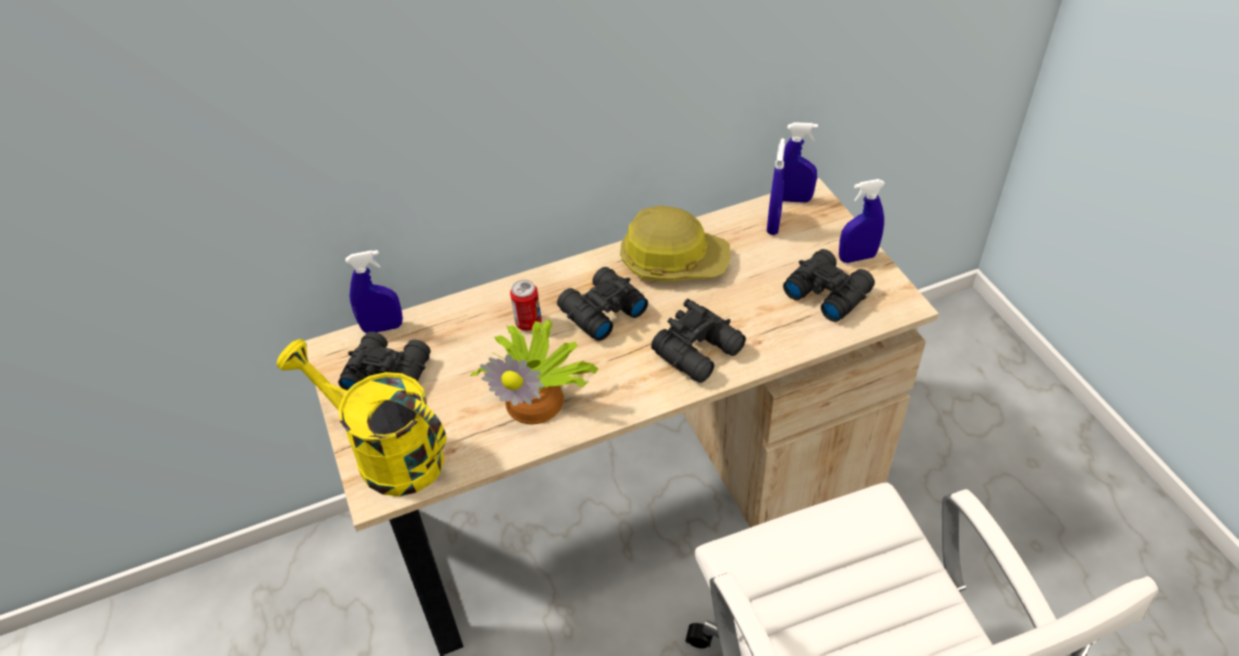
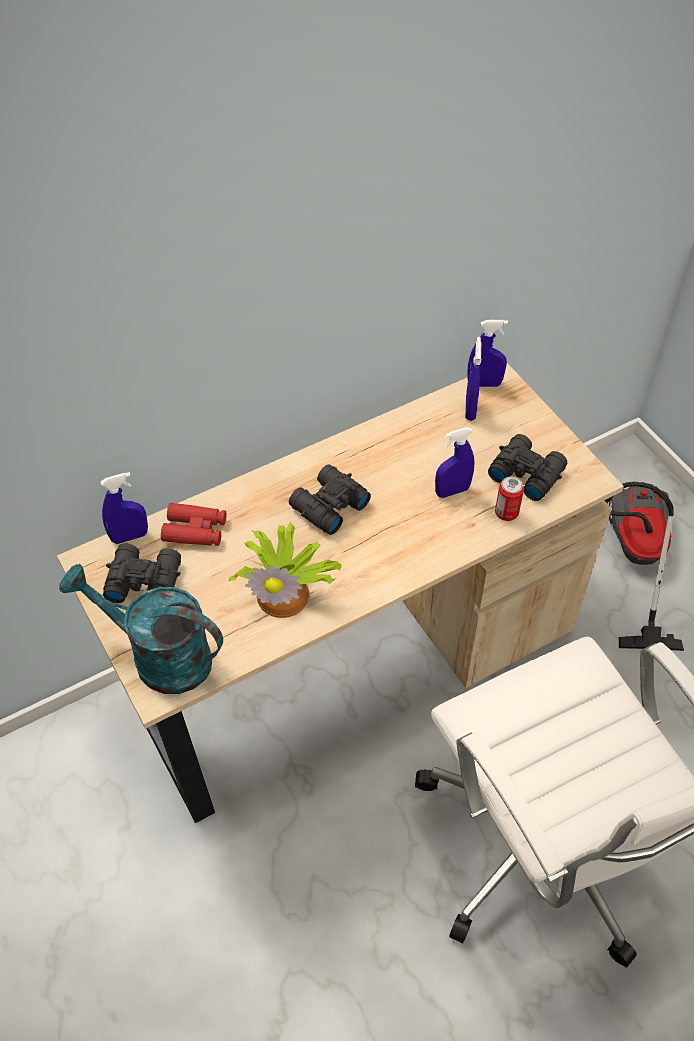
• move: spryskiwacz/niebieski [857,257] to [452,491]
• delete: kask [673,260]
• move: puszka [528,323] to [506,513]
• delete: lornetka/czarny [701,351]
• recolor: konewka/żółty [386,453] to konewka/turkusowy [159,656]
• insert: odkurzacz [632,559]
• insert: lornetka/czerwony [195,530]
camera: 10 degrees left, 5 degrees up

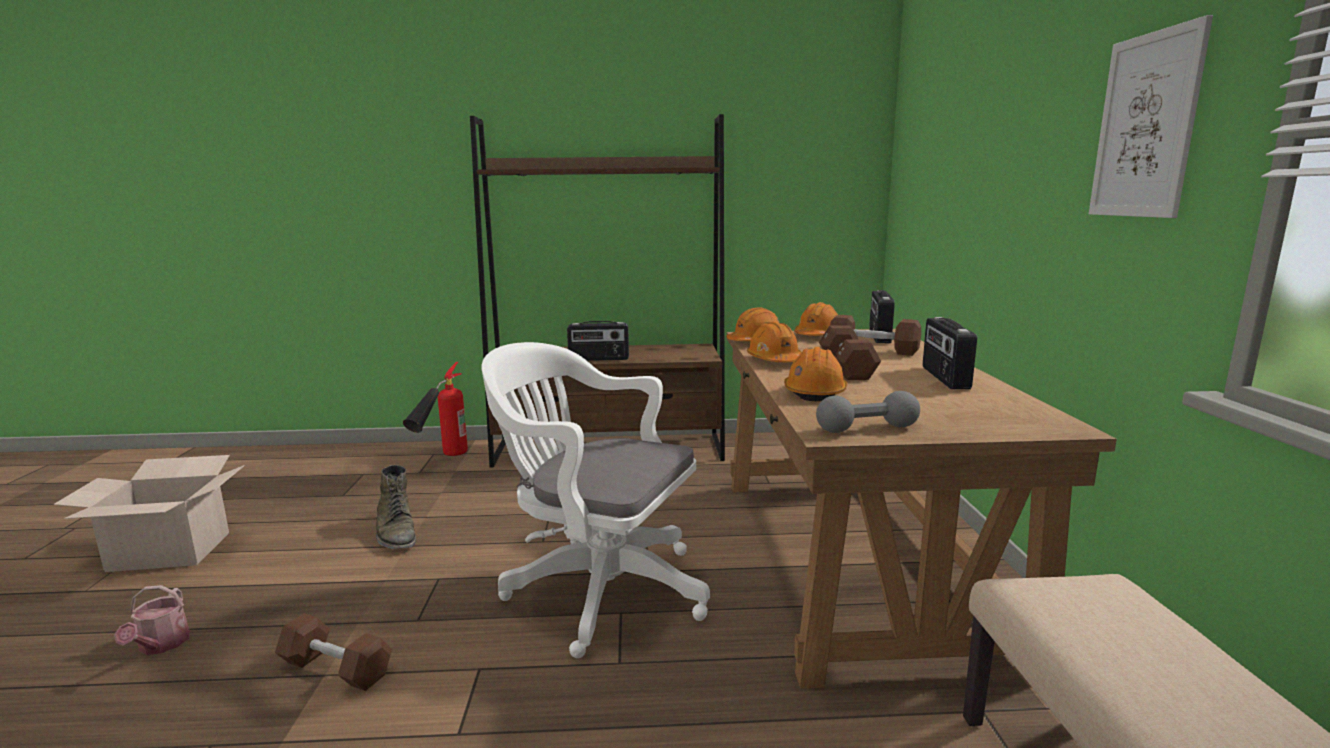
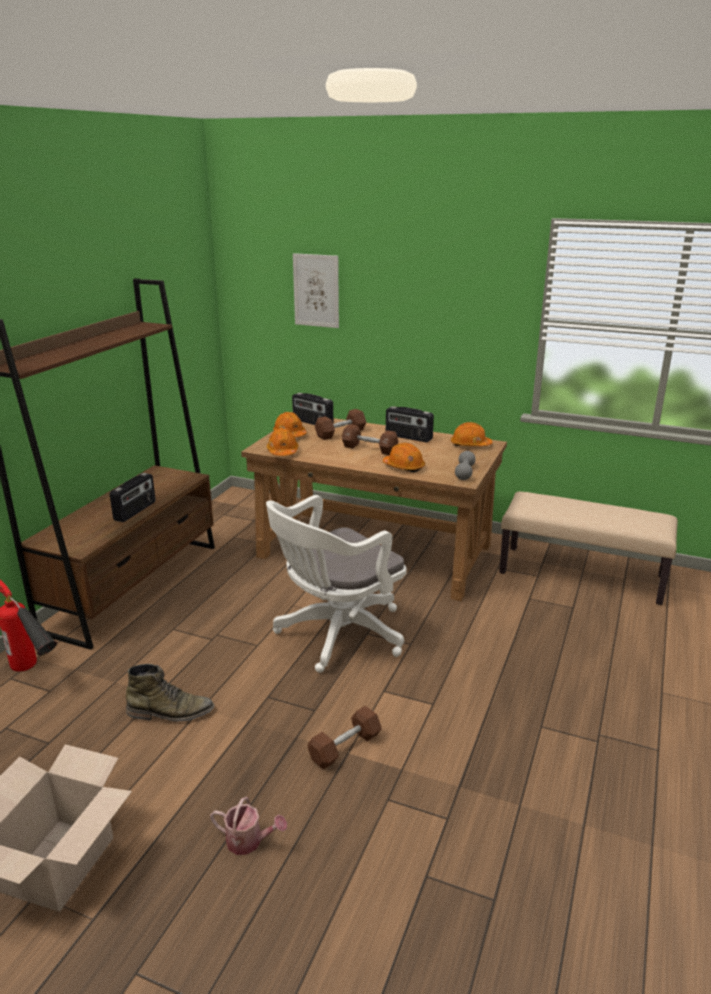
• move: obraz [1146,126] to [316,290]
• move: kask/pomarańczowy [775,361] to [470,445]
camera: 65 degrees left, 10 degrees up

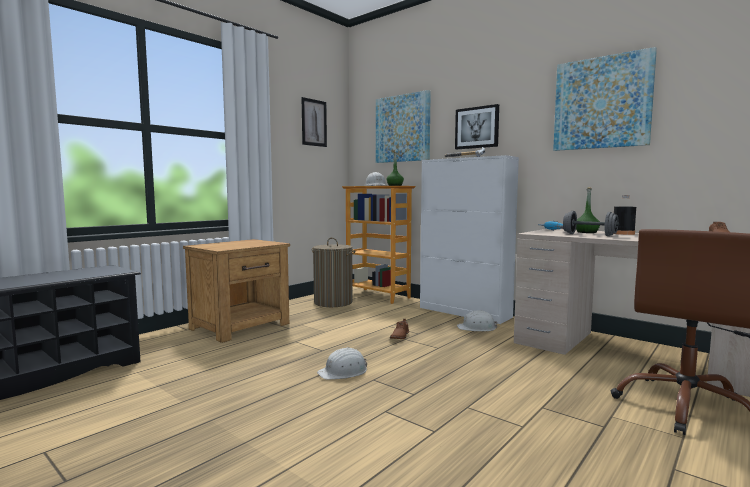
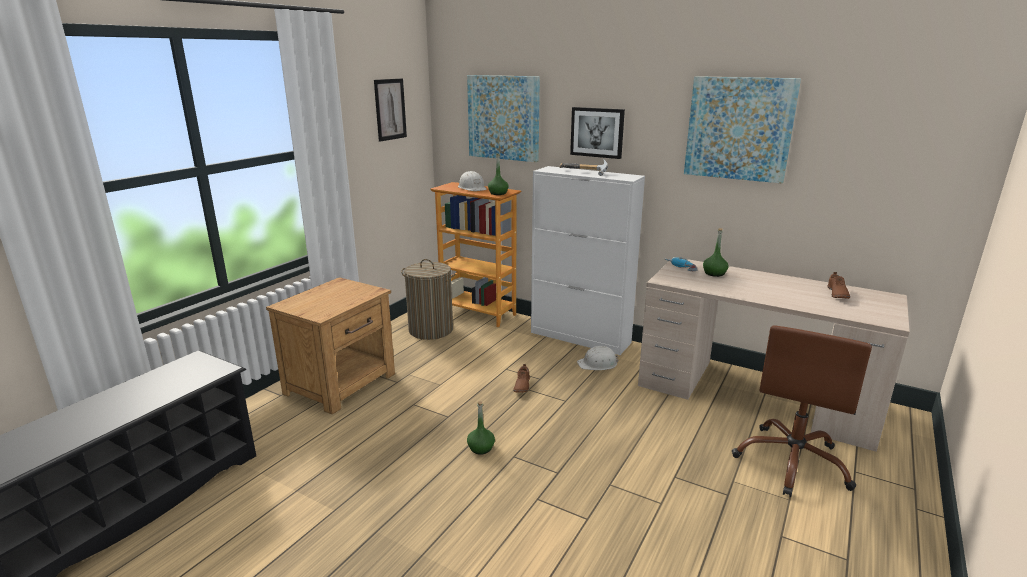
• delete: butelka/czarny [623,233]
• delete: hantel/szary [589,235]
• replace: kask/biały [343,372] to butelka/zielony [481,448]
camera: 10 degrees left, 15 degrees up

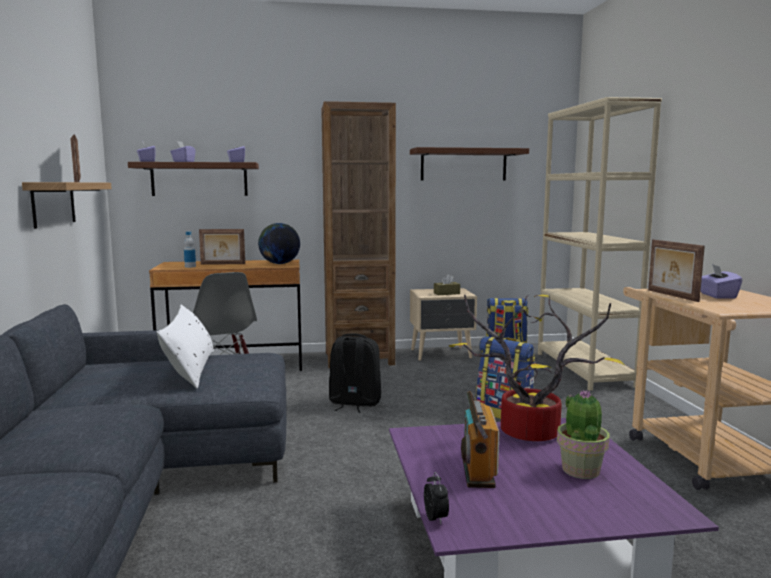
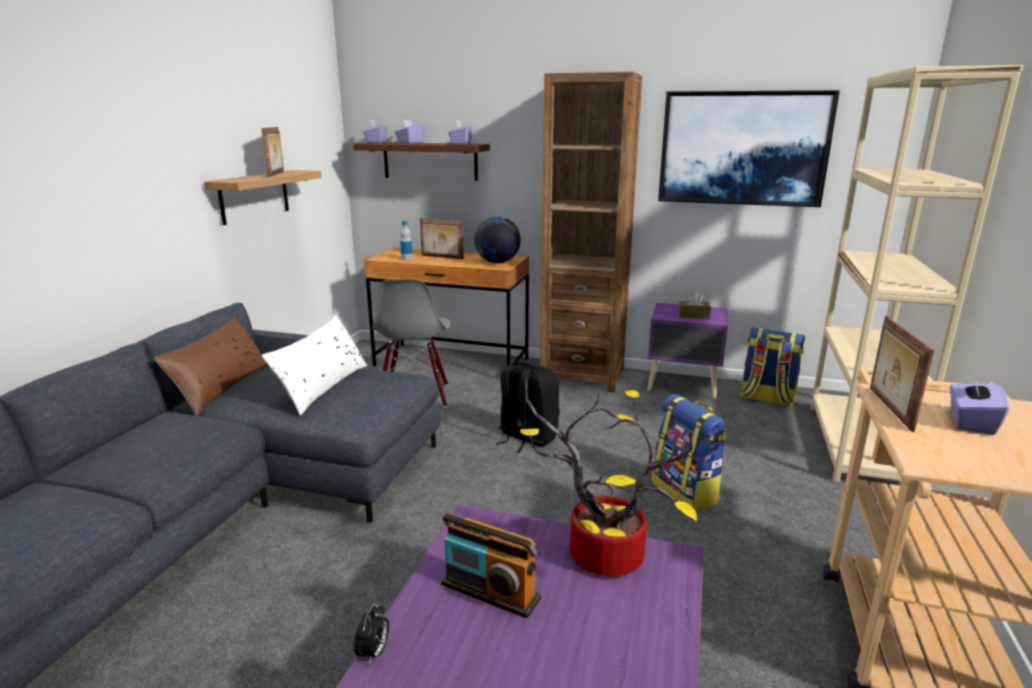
• replace: półka/brązowy [463,165] to obraz [743,148]
• recolor: szafka nocna/beżowy [442,354] to szafka nocna/fioletowy [683,386]
• delete: roślina doniczkowa [581,470]
• rotate: radio [476,467] = [490,591] 90 degrees counterclockwise
• insert: poduszka/brązowy [221,387]
camera: 25 degrees right, 10 degrees up

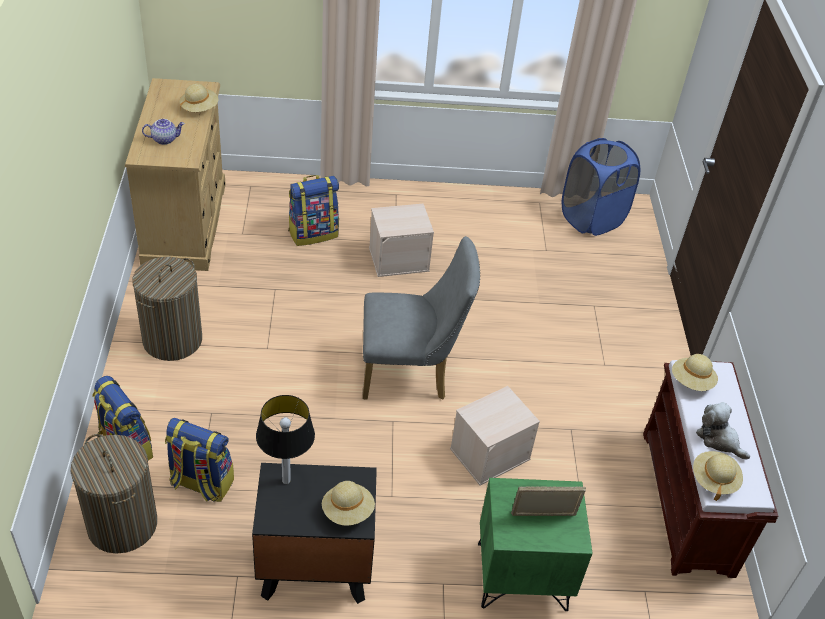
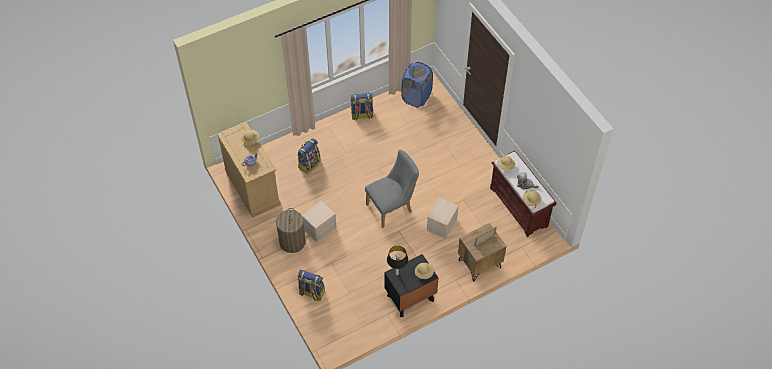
• move: pojemnik do przechowywania/beżowy [399,258] to [319,227]
• move: plecak [201,483] to [362,115]
• delete: kosz na pranie [122,524]
• recolor: szafka nocna/zielony [521,577] to szafka nocna/brązowy [479,264]
camera: 25 degrees left, 10 degrees up

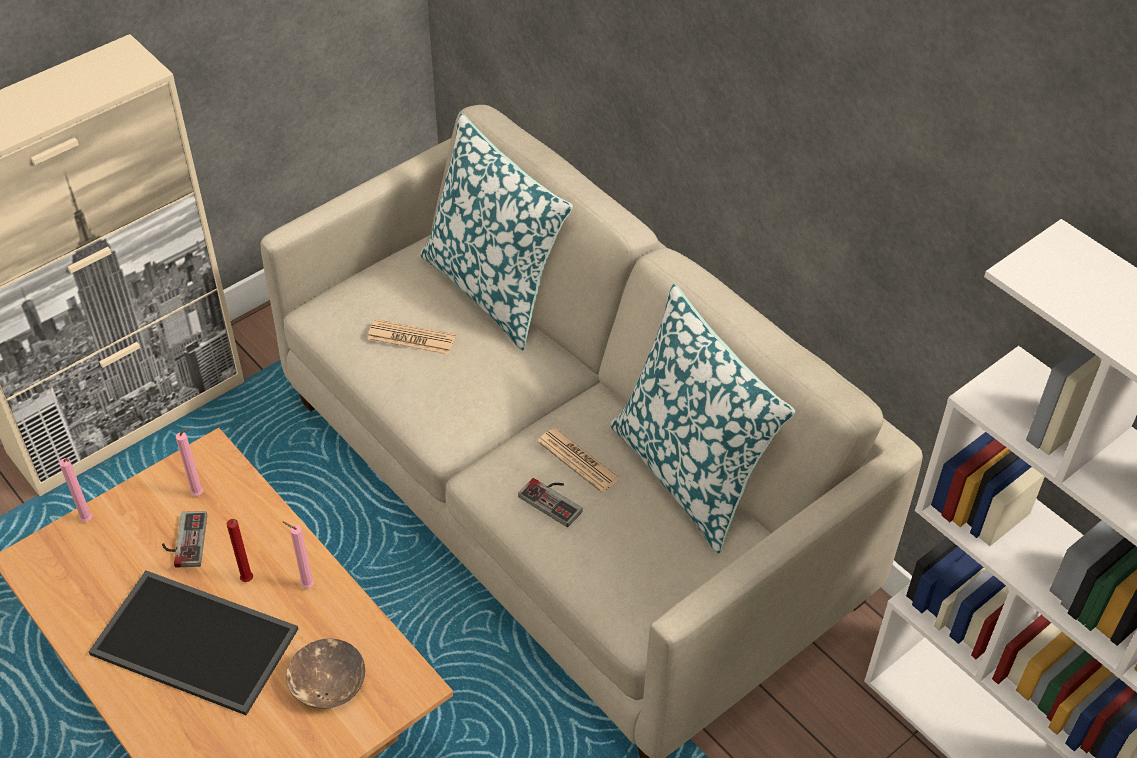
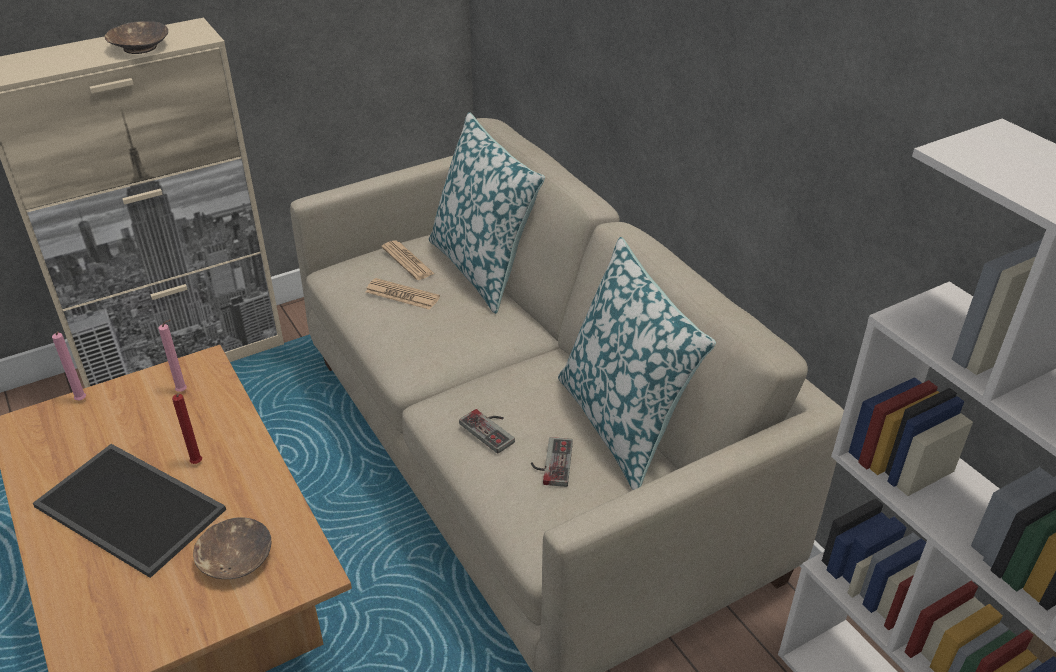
• move: gazeta [578,460] to [407,261]
• move: pad do gier [183,541] to [550,462]
• delete: świeca/różowy [305,585]
• insert: miska/brązowy [139,47]
camera: 10 degrees right, 10 degrees down

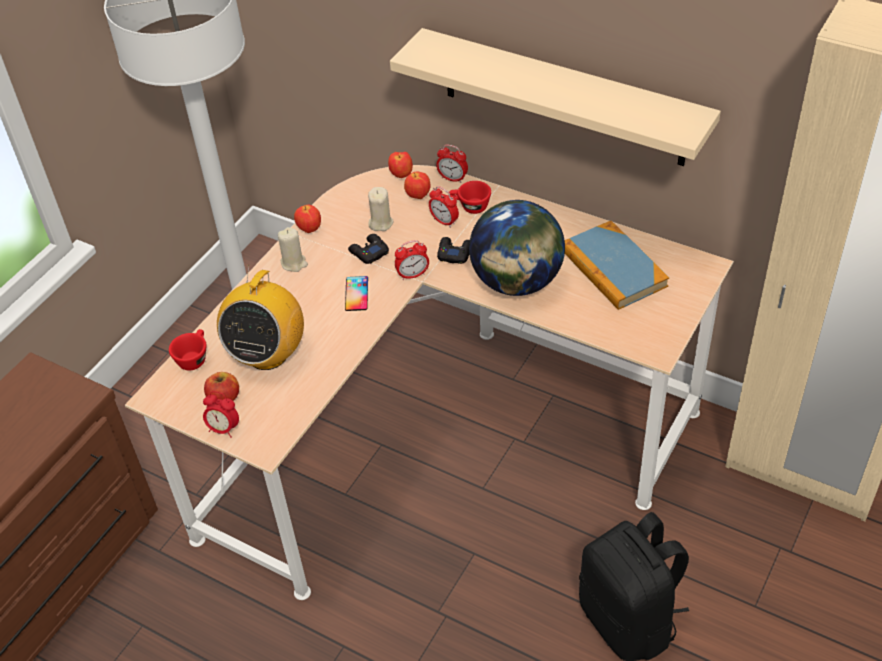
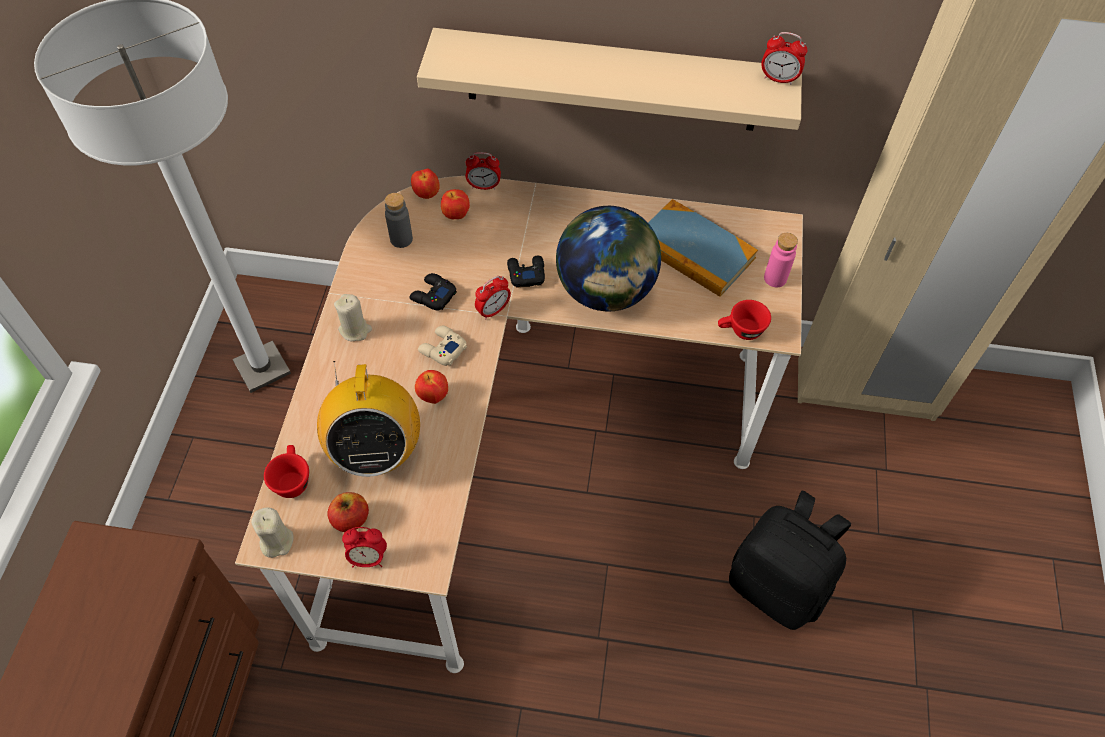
• move: filiżanka/czerwony [470,207] to [741,331]
• move: budzik [444,221] to [778,79]
• move: świeca/beżowy [380,223] to [276,541]
• move: jabłko [309,229] to [433,396]
• replace: telefon [356,294] to pad do gier/beżowy [442,349]
• insert: butelka/szary [401,239]
• insert: butelka/różowy [775,278]
camera: 25 degrees left, 10 degrees up

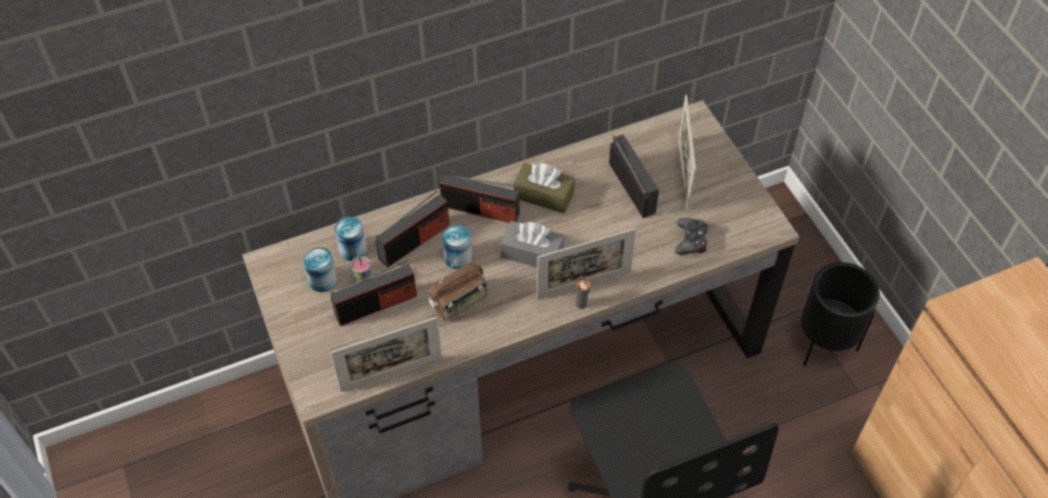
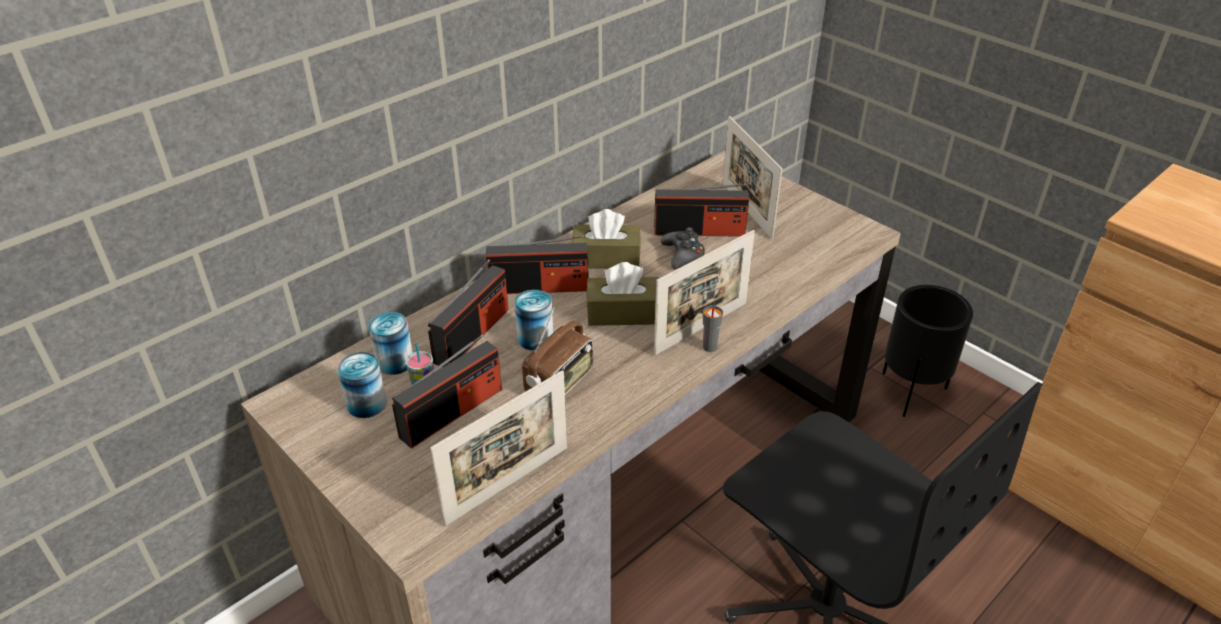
• rotate: radio [631,187] = [699,231] 135 degrees clockwise
• move: pad do gier/czarny [691,240] to [683,255]
• recolor: pudełko chusteczek/szary [532,253] to pudełko chusteczek/brązowy [623,313]
camera: 20 degrees left, 15 degrees down

